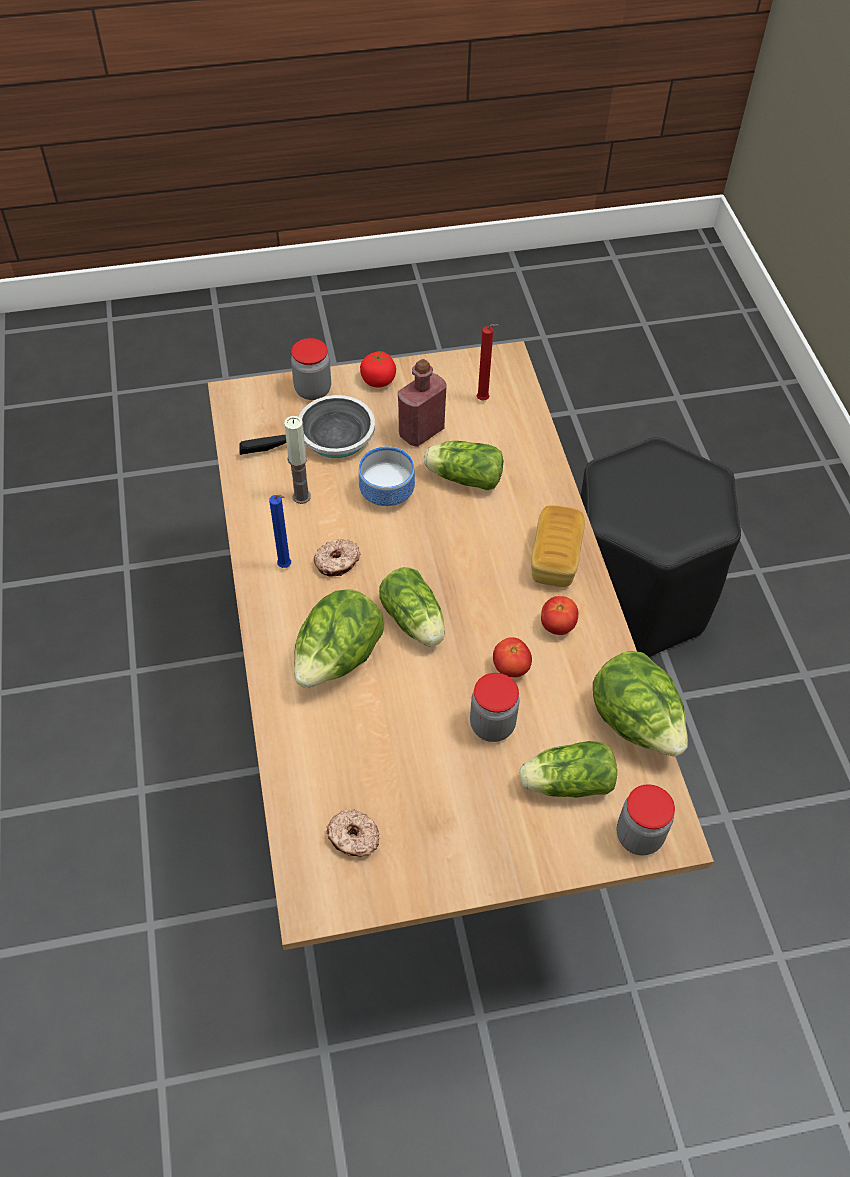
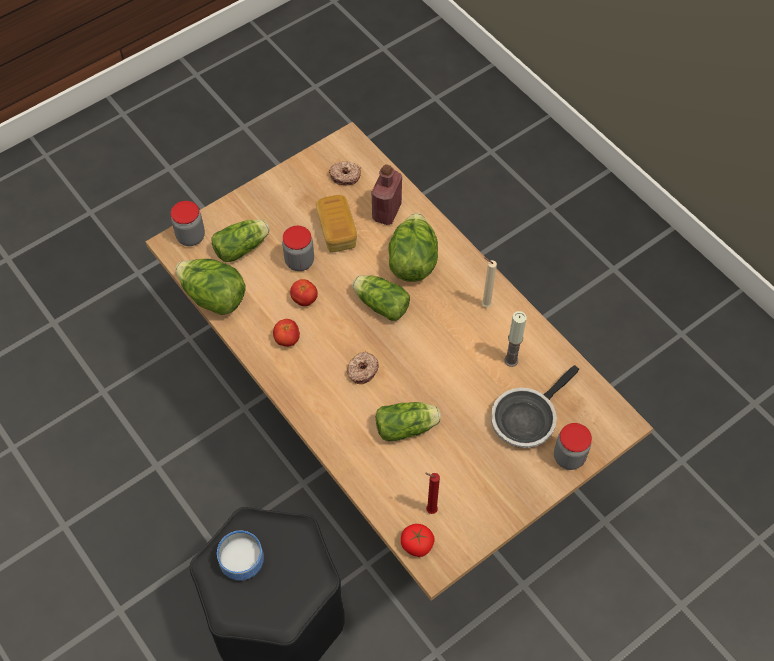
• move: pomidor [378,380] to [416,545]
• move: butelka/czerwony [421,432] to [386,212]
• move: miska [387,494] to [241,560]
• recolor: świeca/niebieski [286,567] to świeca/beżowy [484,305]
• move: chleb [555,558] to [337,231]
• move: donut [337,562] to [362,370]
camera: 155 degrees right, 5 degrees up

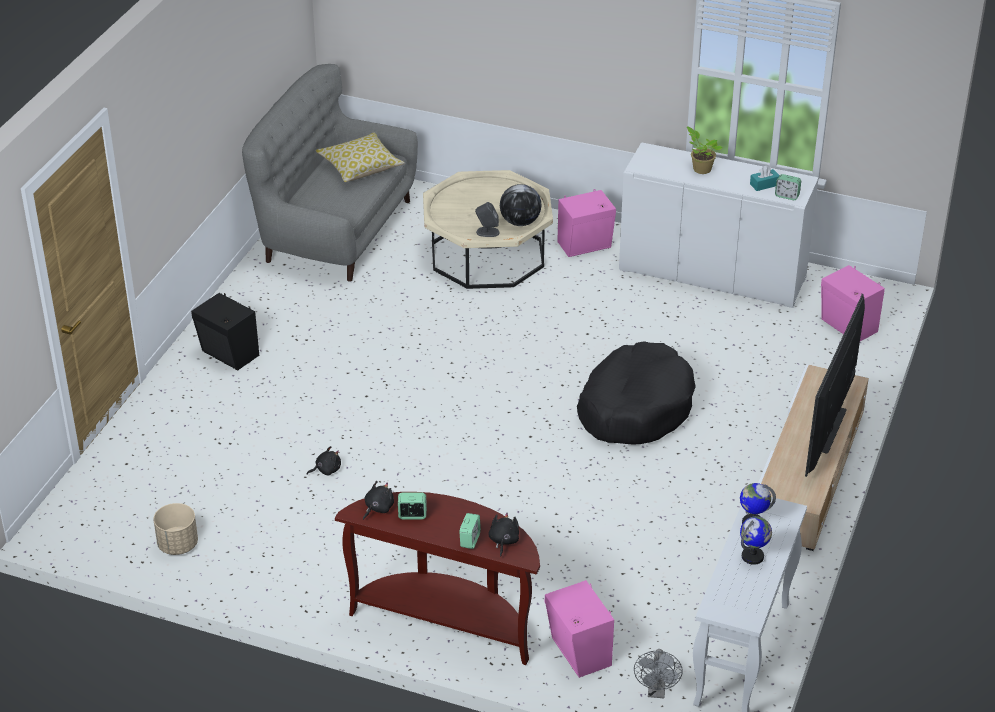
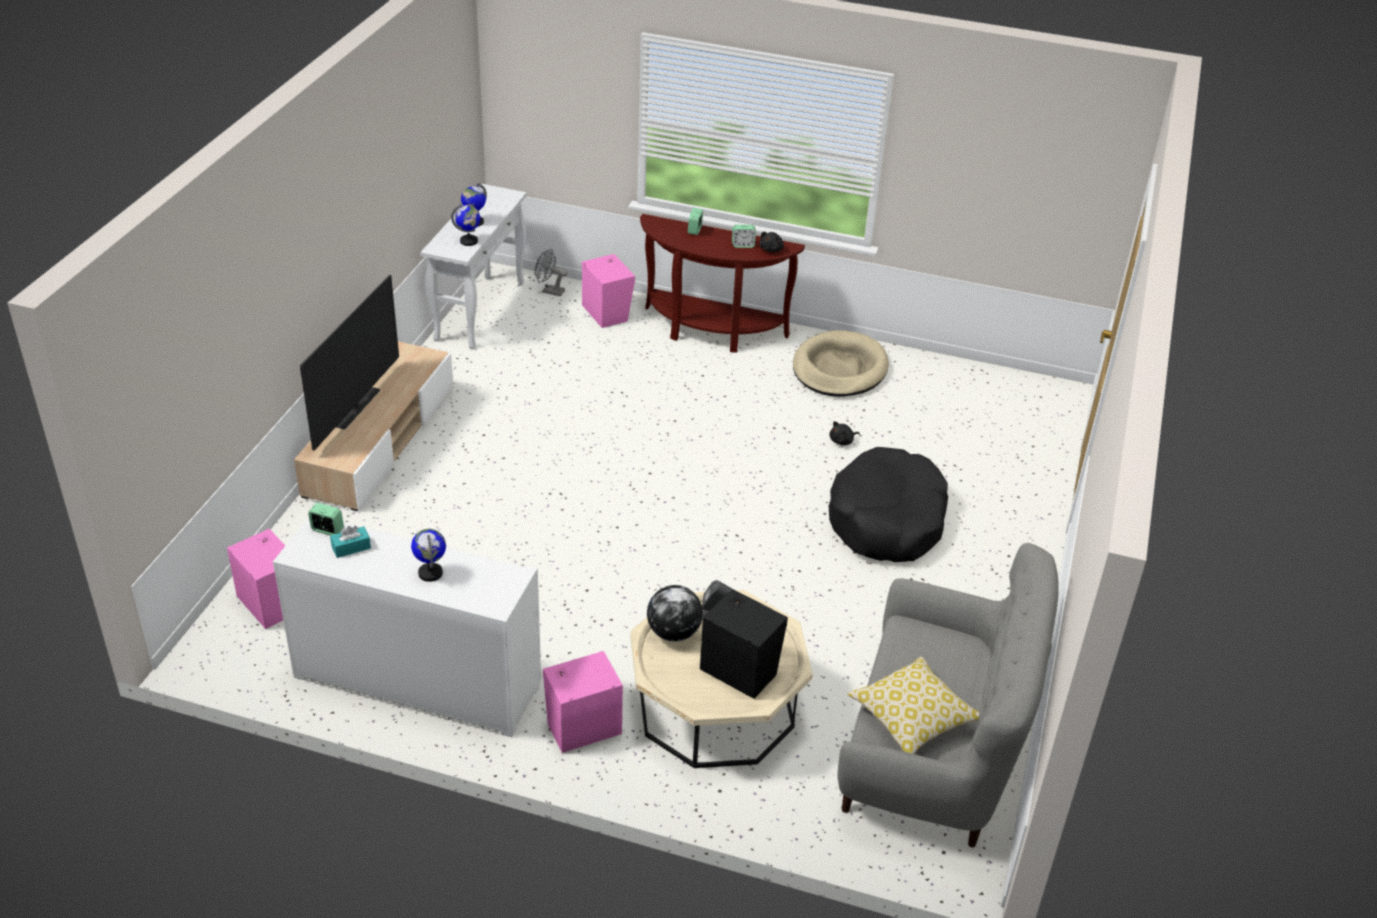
• replace: roślina doniczkowa [700,169] to globus [430,573]
• move: głośnik/czarny [229,355] to [739,669]
• move: legowisko/czarny [635,408] to [887,520]
• delete: donica/beżowy [177,545]
• delete: pluszak/czarny [503,541]
• rotate: wentylator/szary [656,691] = [549,291] 75 degrees counterclockwise
• insert: legowisko/beżowy [839,369]
camera: 175 degrees right, 0 degrees up

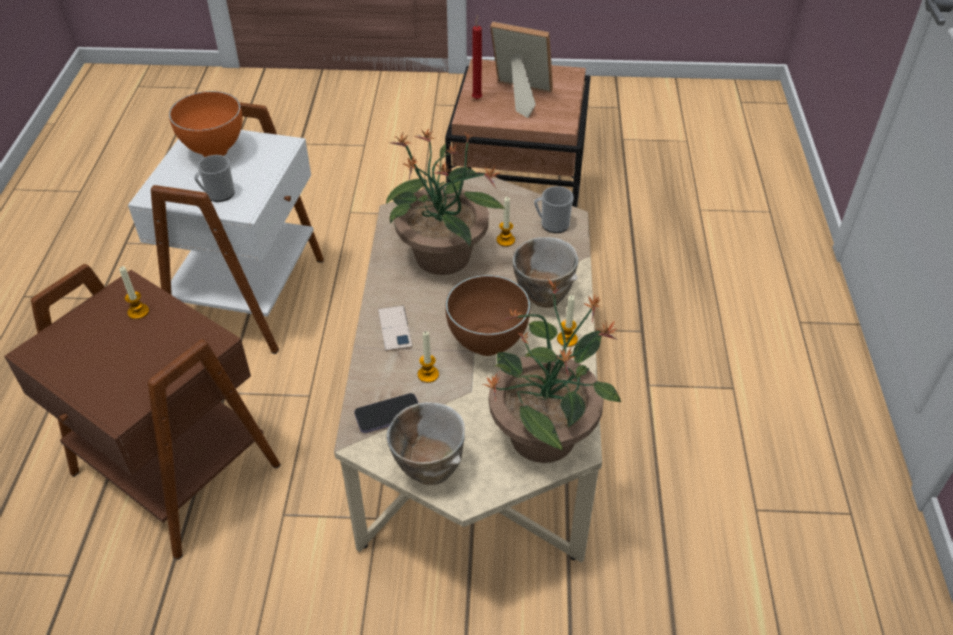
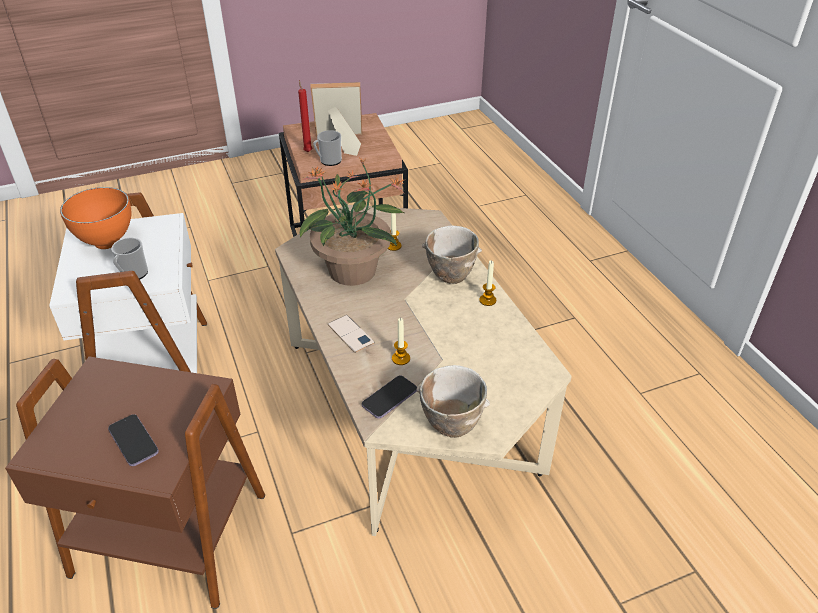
• move: kubek [551,224] to [328,161]
• delete: świeca [138,312]
• delete: miska/brązowy [489,346]
• delete: roślina doniczkowa [544,434]
• insert: telefon [133,441]
camera: 25 degrees left, 5 degrees down

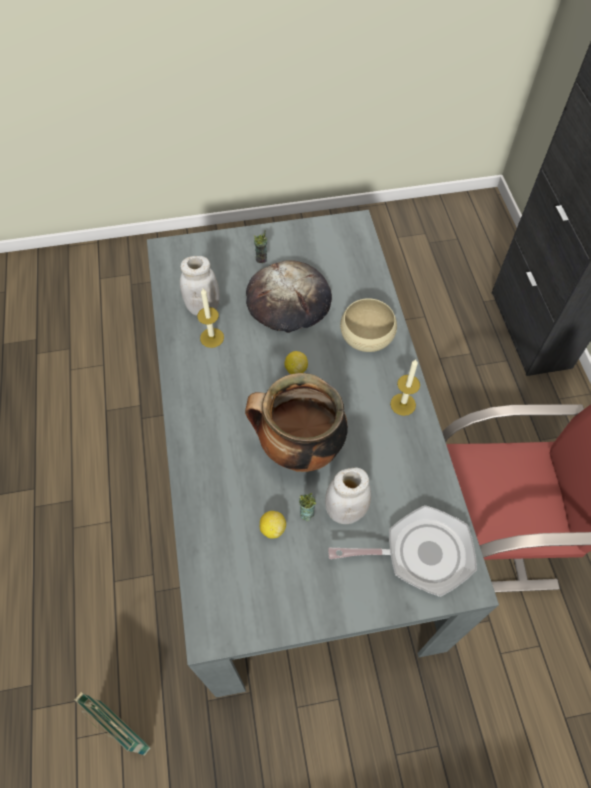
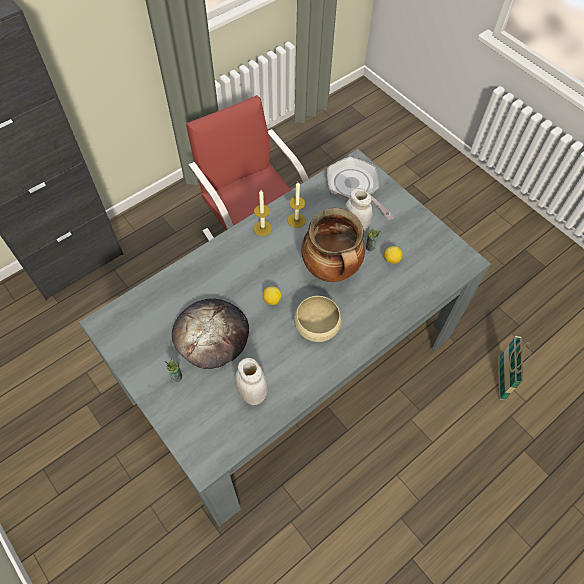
• move: świeca [212,337] to [296,220]
• move: miska/beżowy [366,335] to [317,325]
camera: 120 degrees left, 0 degrees up

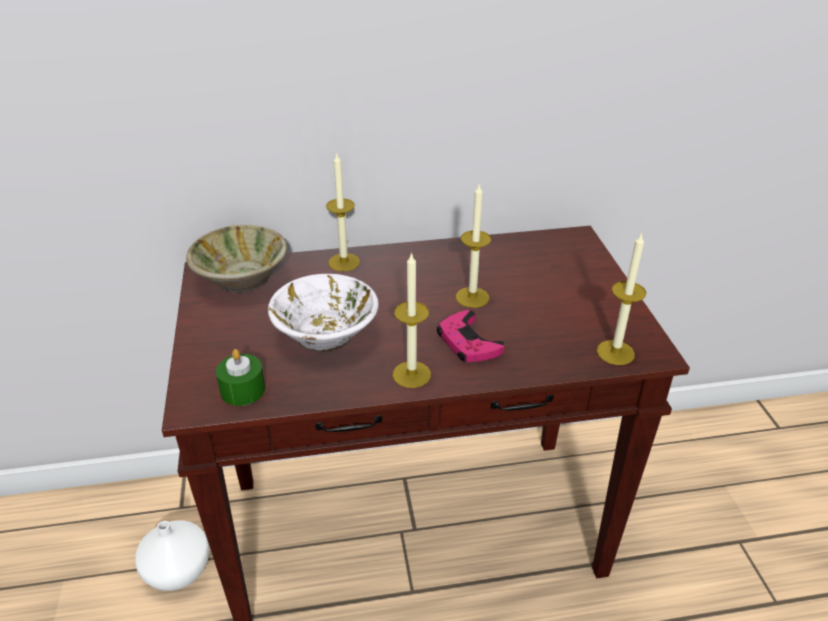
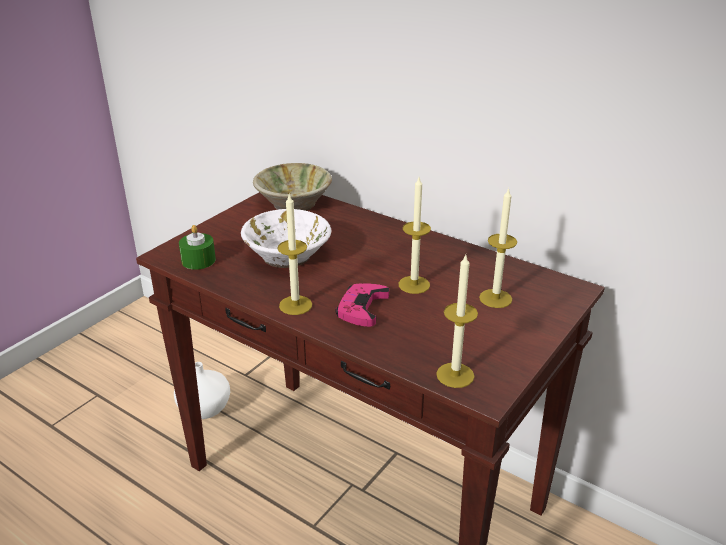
• move: świeca [344,262] to [495,298]
camera: 45 degrees right, 5 degrees down

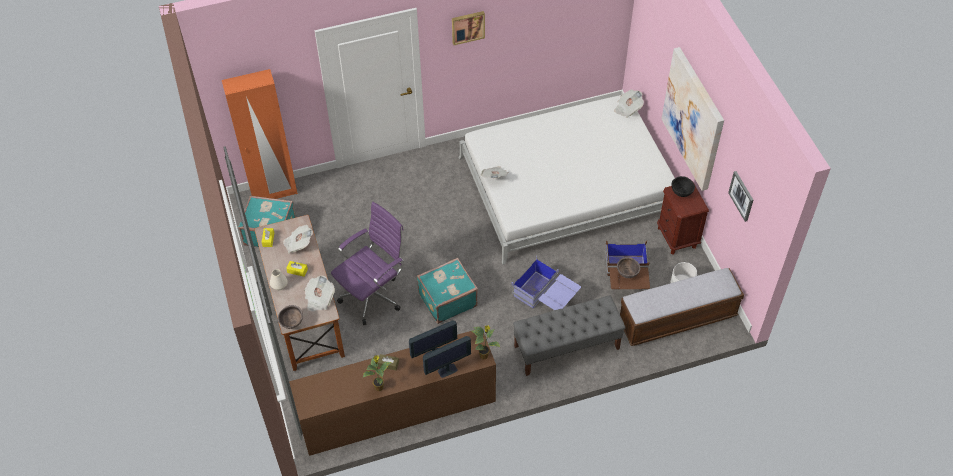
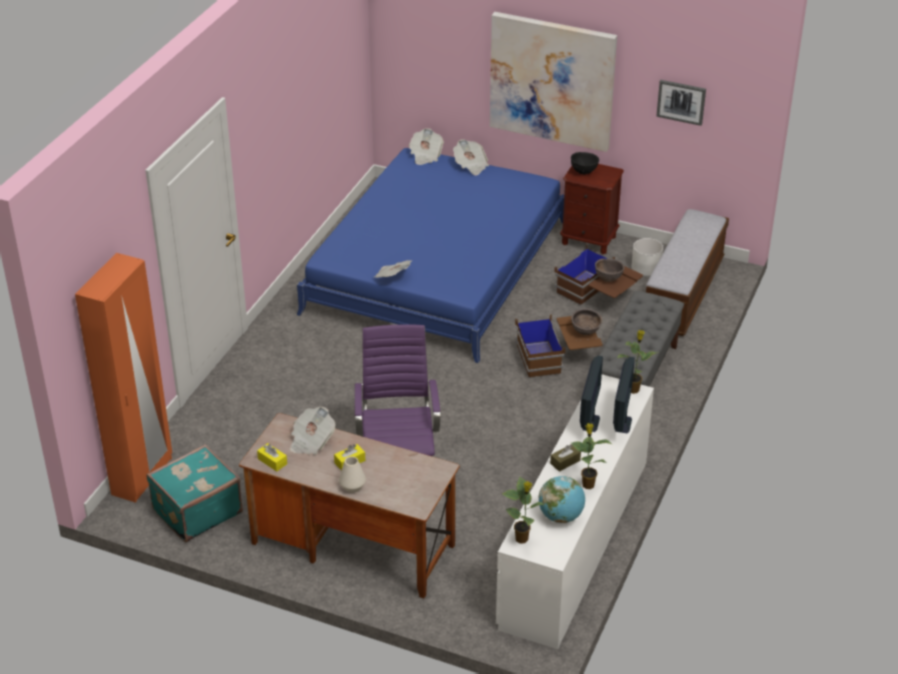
• delete: obraz [467,27]
• recolor: łóżko/biały [567,186] to łóżko/niebieski [437,268]
• recolor: pojemnik do przechowywania/niebieski [546,298] to pojemnik do przechowywania/brązowy [557,358]
• delete: walizka/turkusowy [447,299]
• move: gazeta [319,299] to [471,165]
• move: miska/brązowy [292,323] to [585,332]
• recolor: komoda/brązowy [397,410] to komoda/biały [575,542]
• insert: roślina doniczkowa [522,539]
• insert: globus [561,516]
camera: 50 degrees left, 15 degrees down

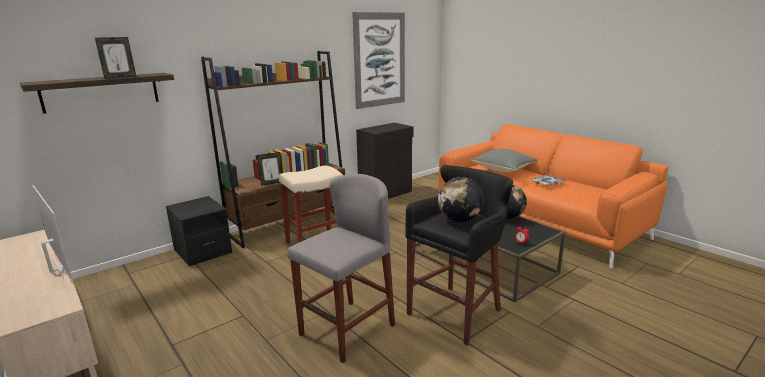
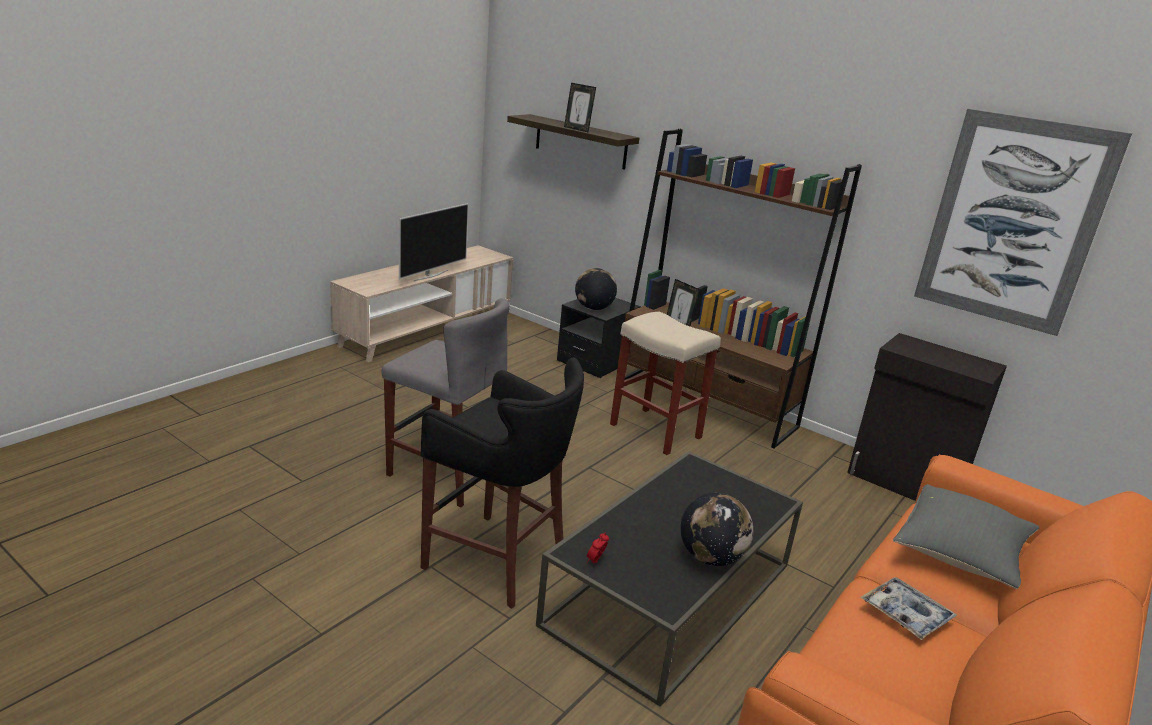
• move: globus [459,220] to [593,308]
camera: 75 degrees right, 5 degrees up

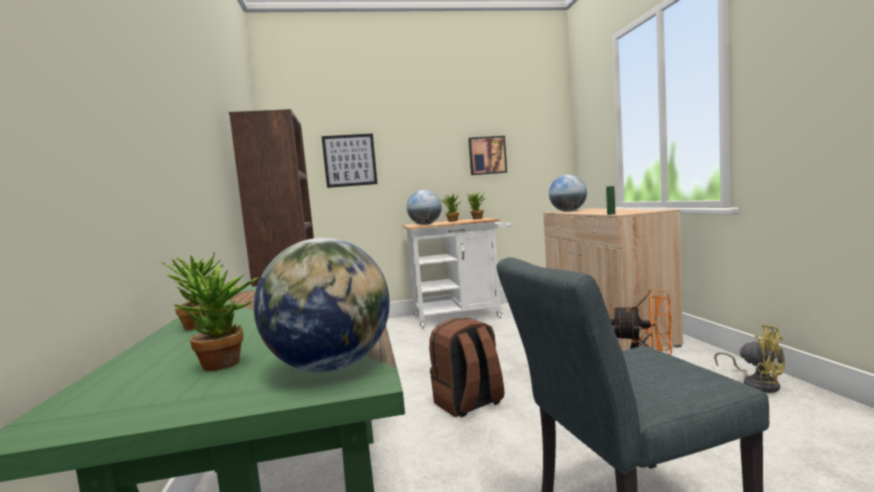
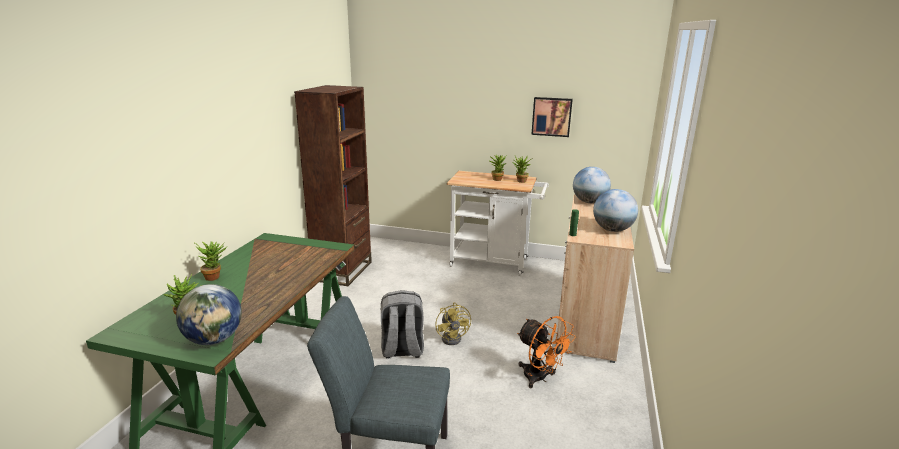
• delete: obraz [349,160]
• move: globus [425,224] to [612,230]
• recolor: plecak/brązowy [468,404] to plecak/szary [402,350]
• move: wentylator/żółty [757,383] to [454,337]
camera: 25 degrees right, 15 degrees up

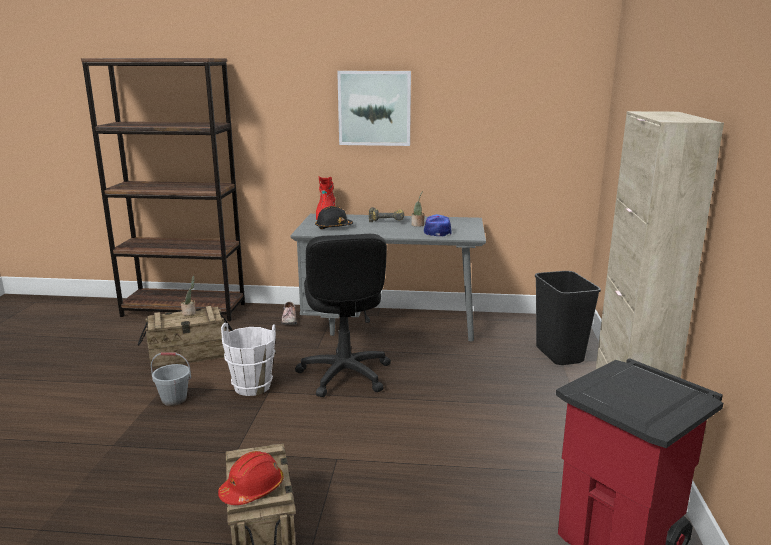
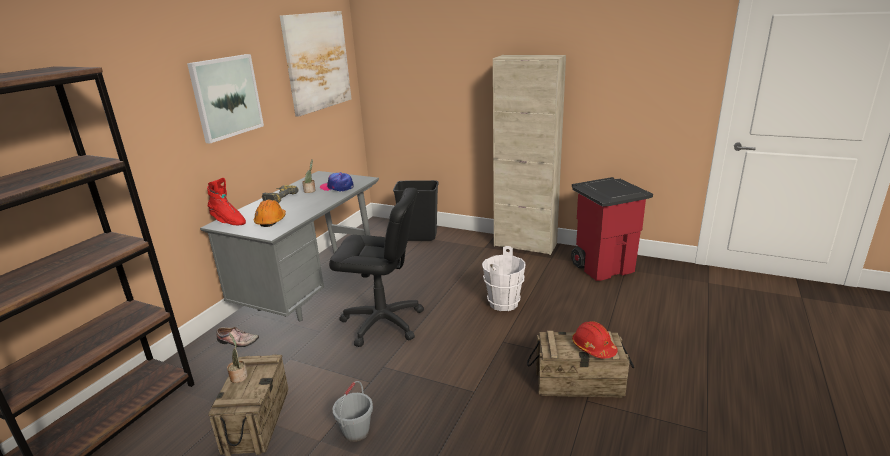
• recolor: kask/czarny [333,227] to kask/pomarańczowy [271,221]
• move: wiadro/biały [252,387] to [504,303]
• insert: obraz [317,61]
camera: 70 degrees left, 5 degrees up

